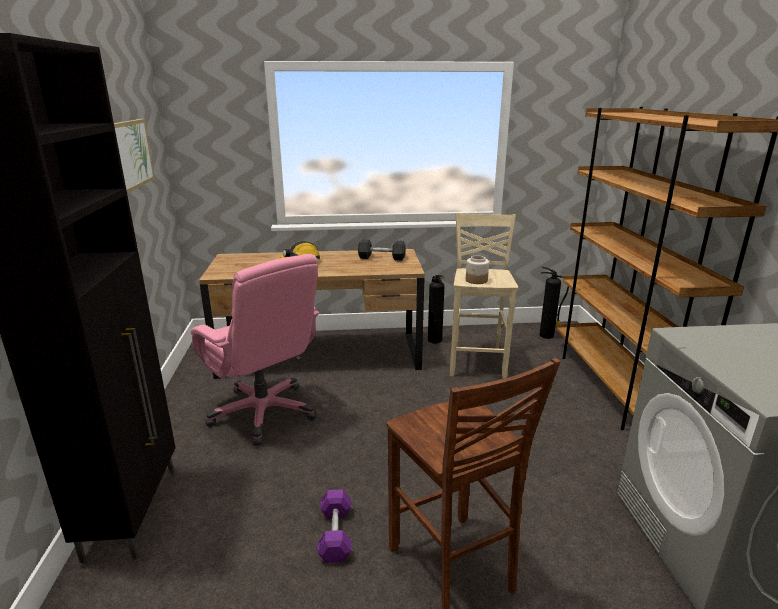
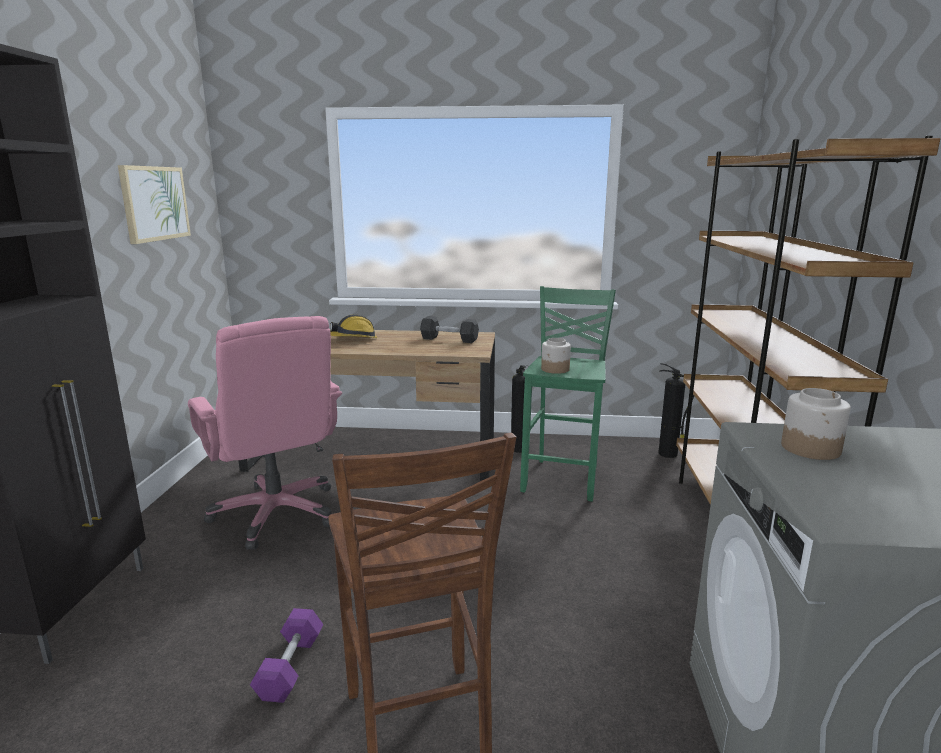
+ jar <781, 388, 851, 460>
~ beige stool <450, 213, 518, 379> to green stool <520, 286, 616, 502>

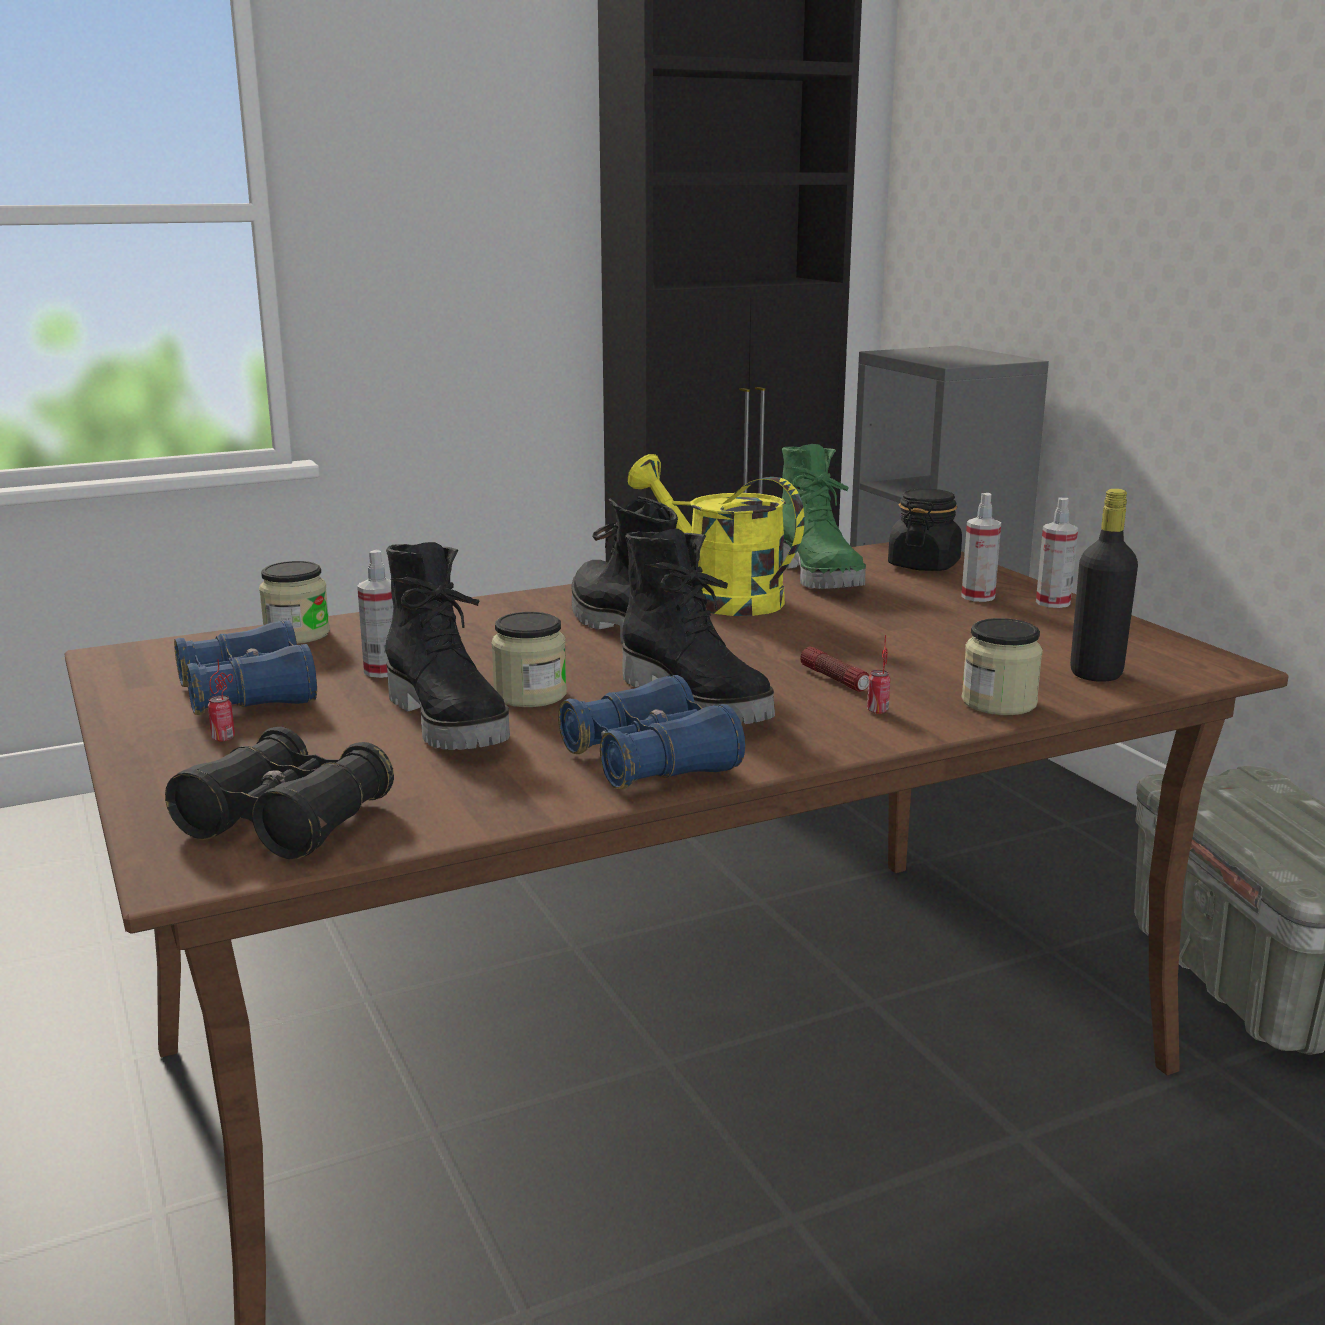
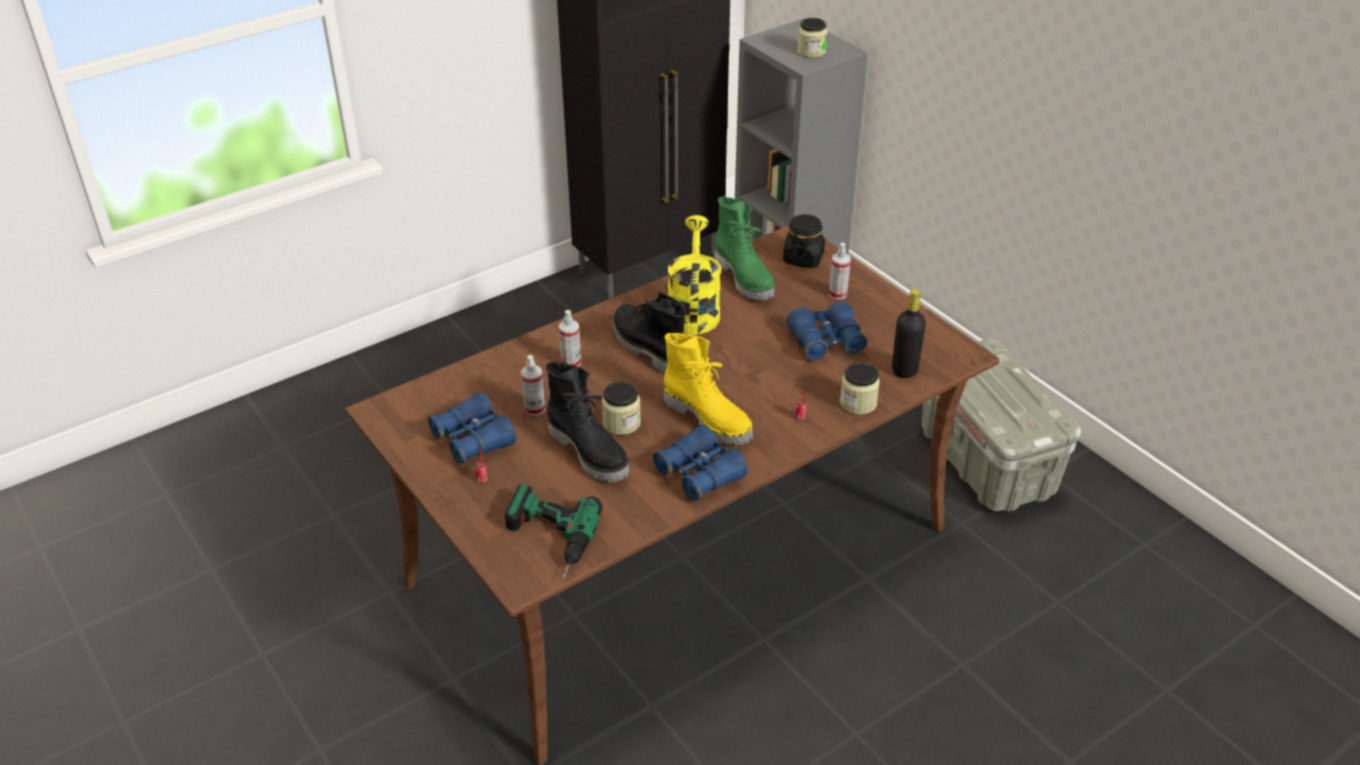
- flashlight <800, 647, 869, 692>
+ blue binoculars <787, 302, 868, 360>
~ jar <259, 561, 330, 644> to <797, 18, 828, 58>
~ spray bottle <1036, 497, 1078, 608> to <559, 310, 581, 367>
~ black binoculars <165, 727, 394, 860> to power drill <505, 484, 602, 579>
~ black boot <622, 529, 775, 724> to yellow boot <664, 333, 753, 445>
~ yellow watering can <628, 454, 804, 616> = <668, 215, 721, 335> 60 degrees clockwise

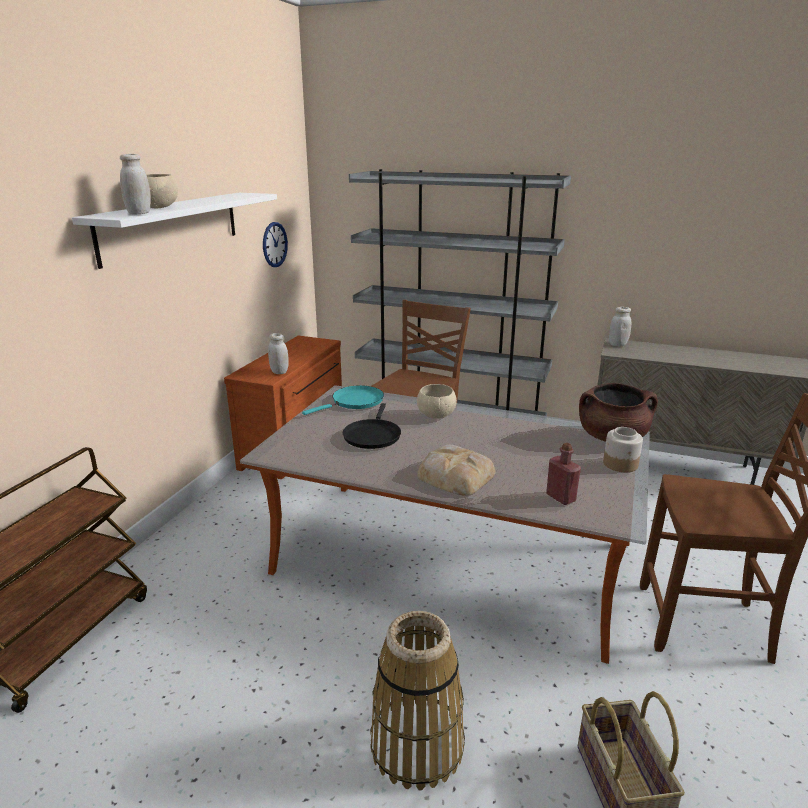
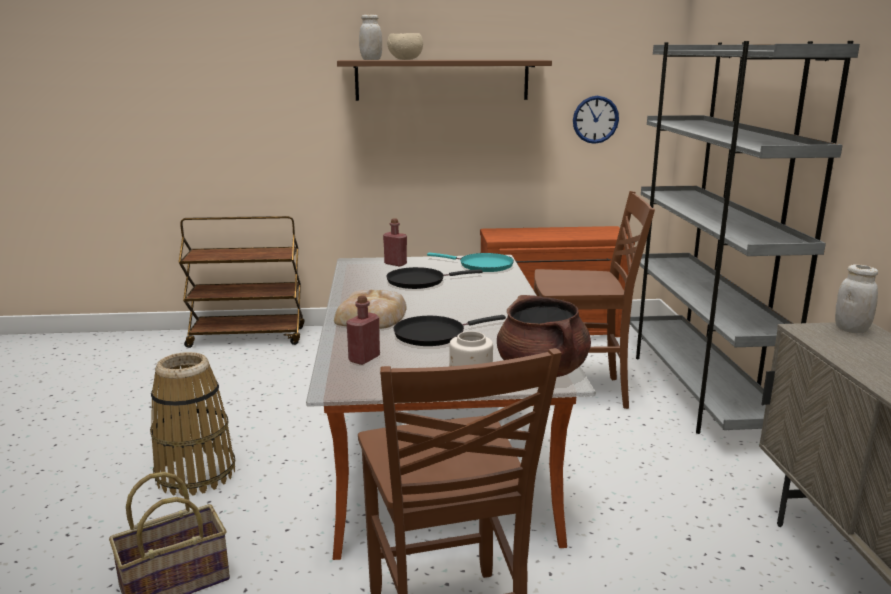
- white jar <268, 333, 289, 374>
- beige bowl <417, 384, 457, 419>
+ red bottle <383, 218, 407, 266>
+ black frying pan <393, 315, 506, 346>
~ white shelf <72, 193, 277, 269> to brown shelf <337, 60, 552, 101>

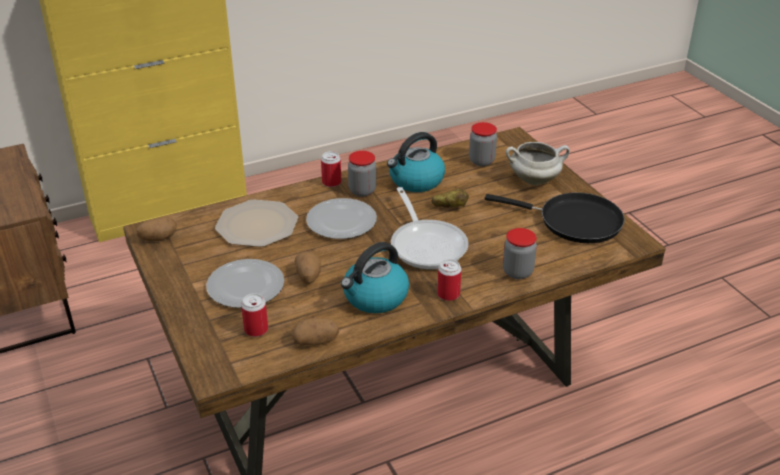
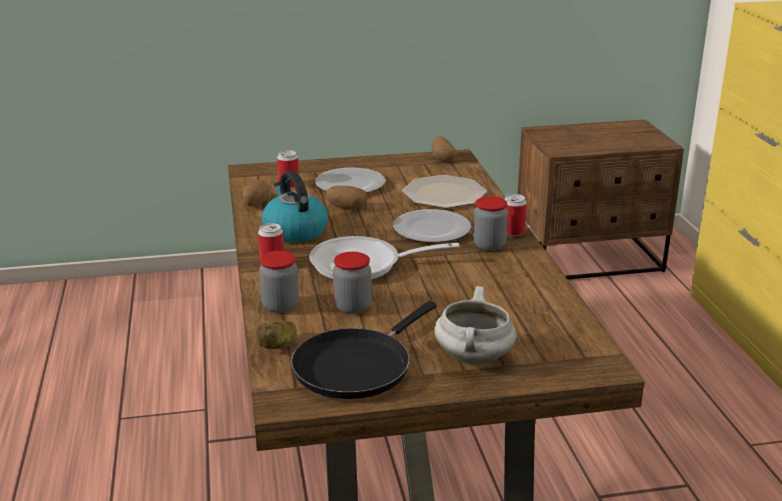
- kettle <387, 132, 445, 192>
~ potato <432, 189, 469, 208> to <256, 321, 297, 349>
~ jar <469, 122, 497, 166> to <333, 252, 371, 314>

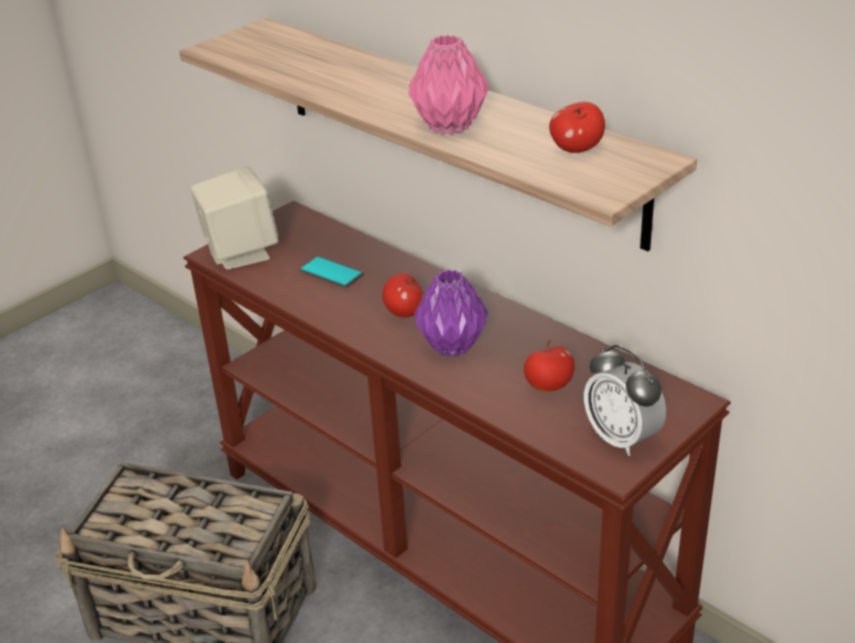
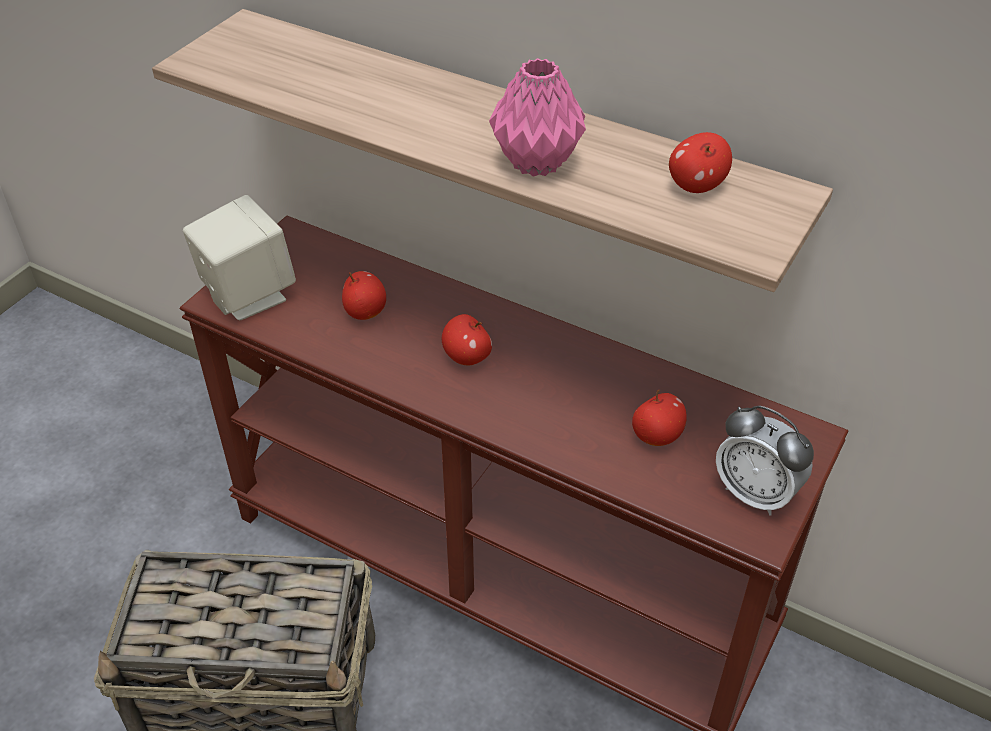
- purple vase <414, 269, 488, 357>
~ phone <300, 256, 364, 288> to apple <342, 271, 386, 320>

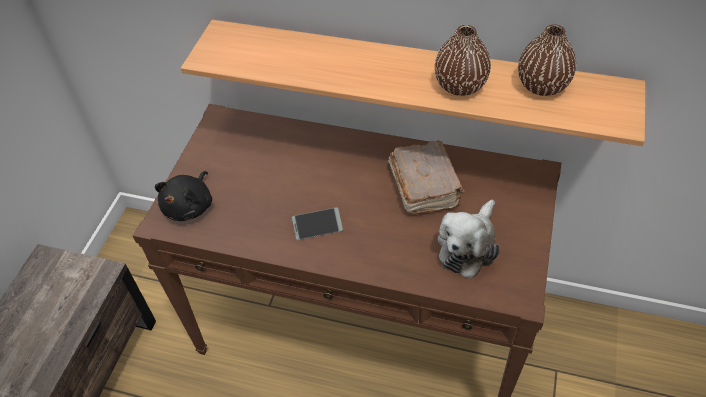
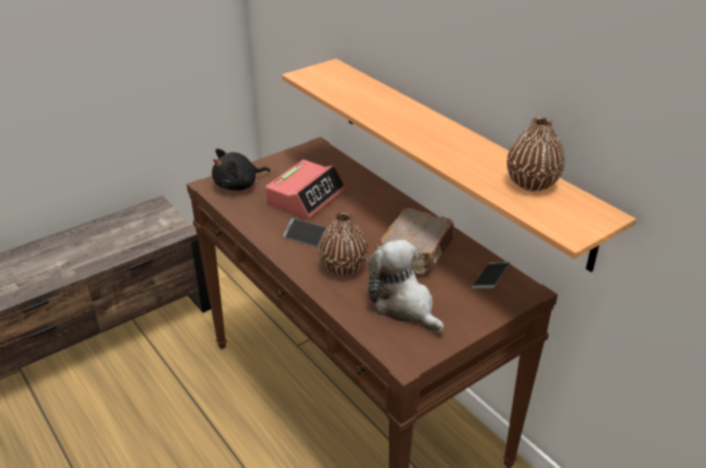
+ alarm clock <266, 160, 346, 219>
+ phone <472, 261, 510, 289>
~ brown vase <435, 25, 491, 96> to <319, 212, 368, 275>
~ plush toy <437, 200, 500, 279> = <367, 240, 444, 333> 75 degrees clockwise

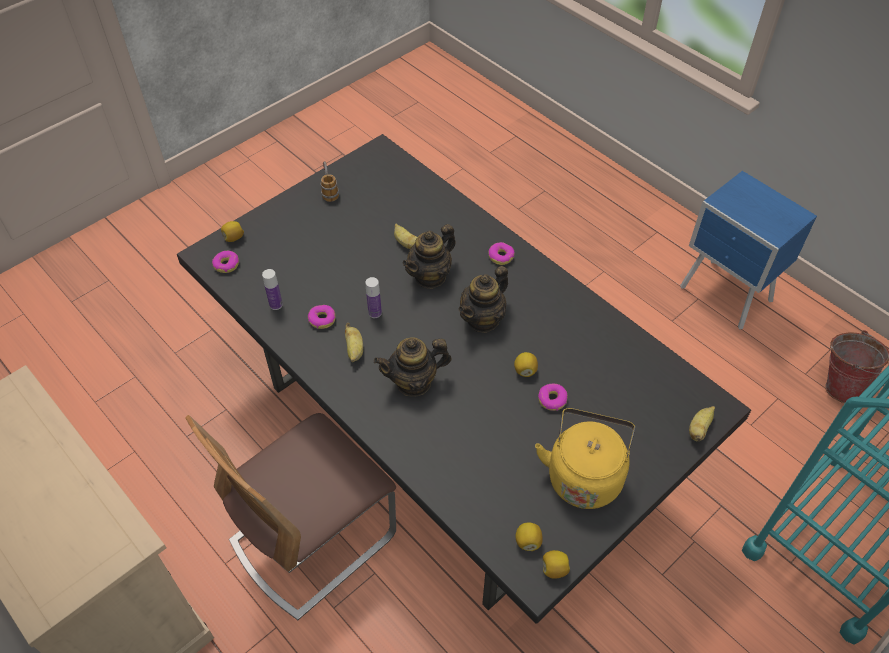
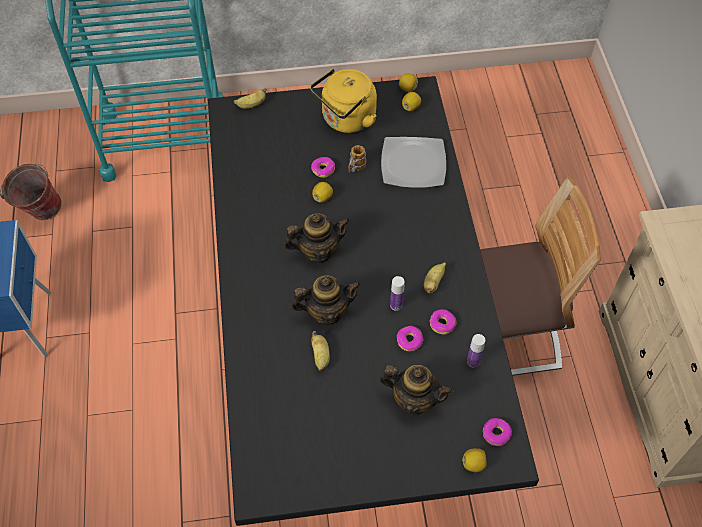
+ plate <381, 137, 446, 188>
~ mug <320, 161, 339, 202> to <348, 145, 366, 174>
~ teapot <374, 338, 452, 397> to <379, 365, 454, 415>
~ donut <488, 242, 514, 265> to <397, 326, 423, 351>

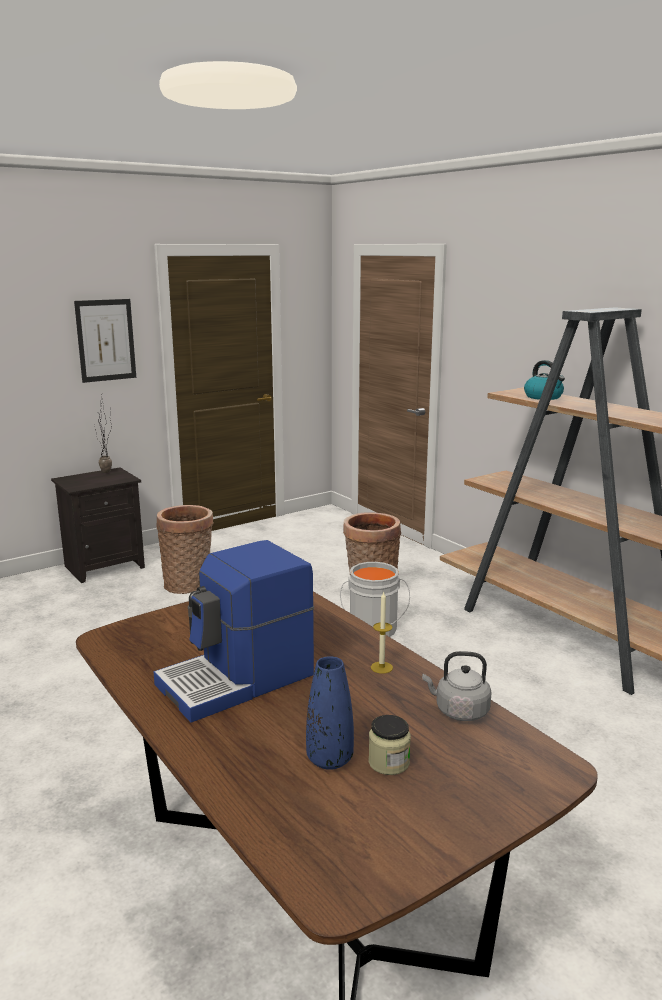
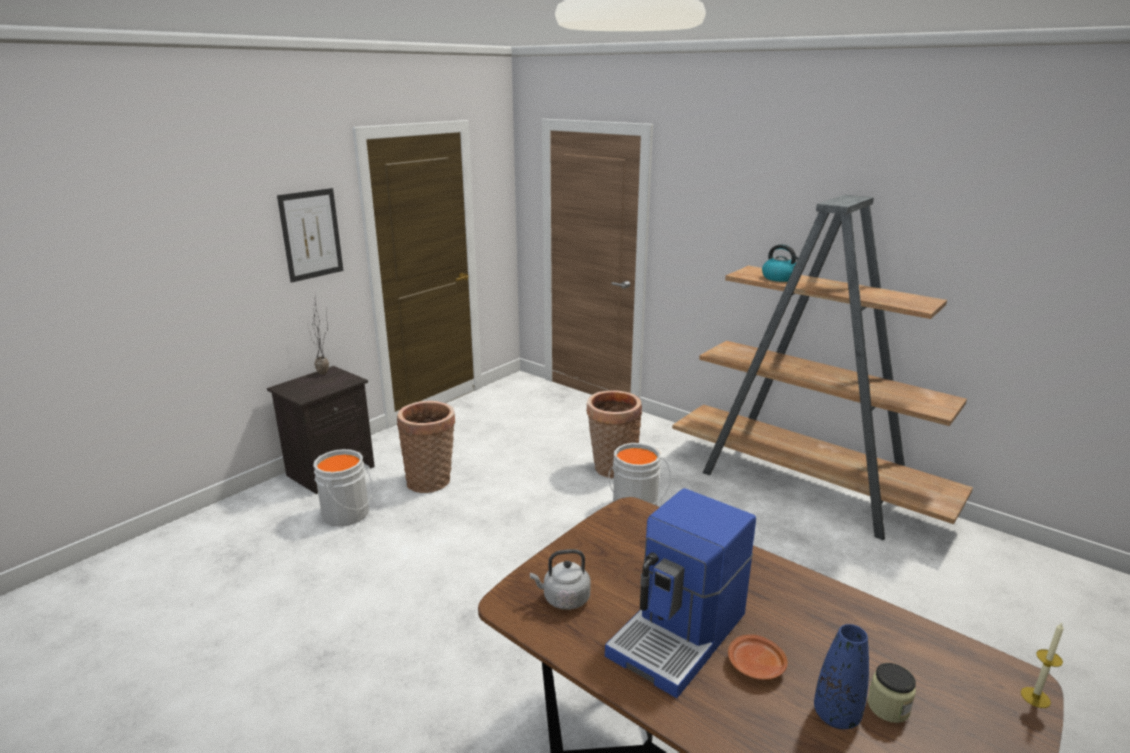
+ grey bucket <313, 449, 373, 526>
+ brown plate <728, 635, 788, 680>
~ candle <371, 591, 393, 674> to <1021, 623, 1064, 708>
~ grey kettle <422, 651, 492, 721> to <530, 549, 591, 610>

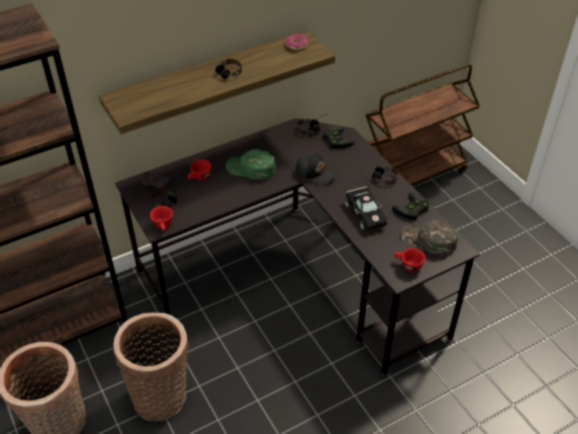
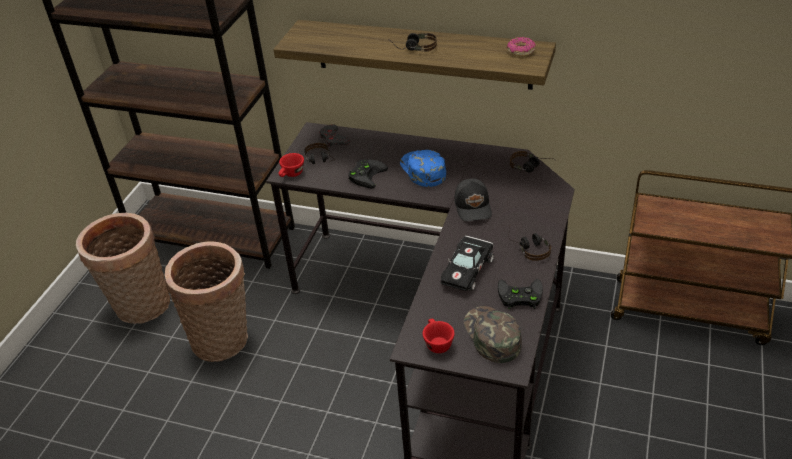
- red cup <188, 159, 212, 180>
~ black game controller <323, 125, 355, 148> to <348, 159, 388, 188>
~ green cap <226, 149, 276, 180> to blue cap <400, 150, 446, 187>

